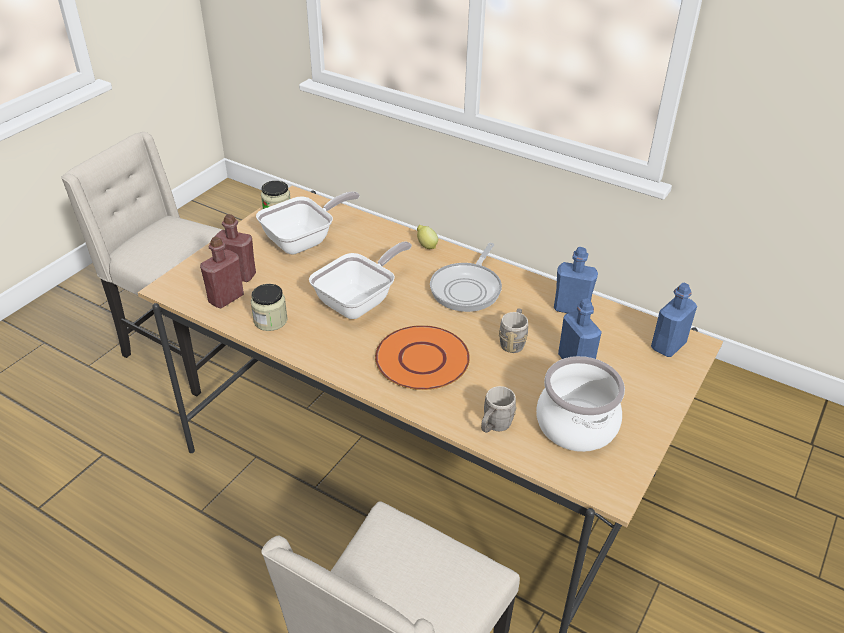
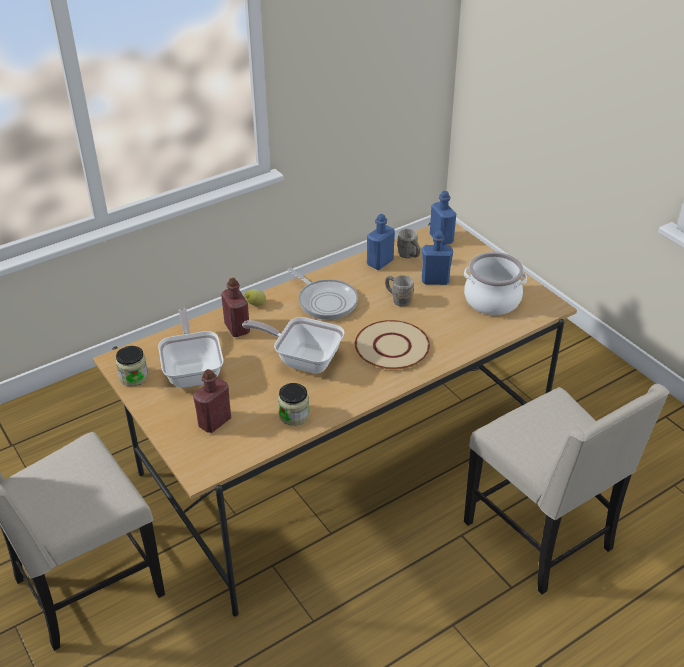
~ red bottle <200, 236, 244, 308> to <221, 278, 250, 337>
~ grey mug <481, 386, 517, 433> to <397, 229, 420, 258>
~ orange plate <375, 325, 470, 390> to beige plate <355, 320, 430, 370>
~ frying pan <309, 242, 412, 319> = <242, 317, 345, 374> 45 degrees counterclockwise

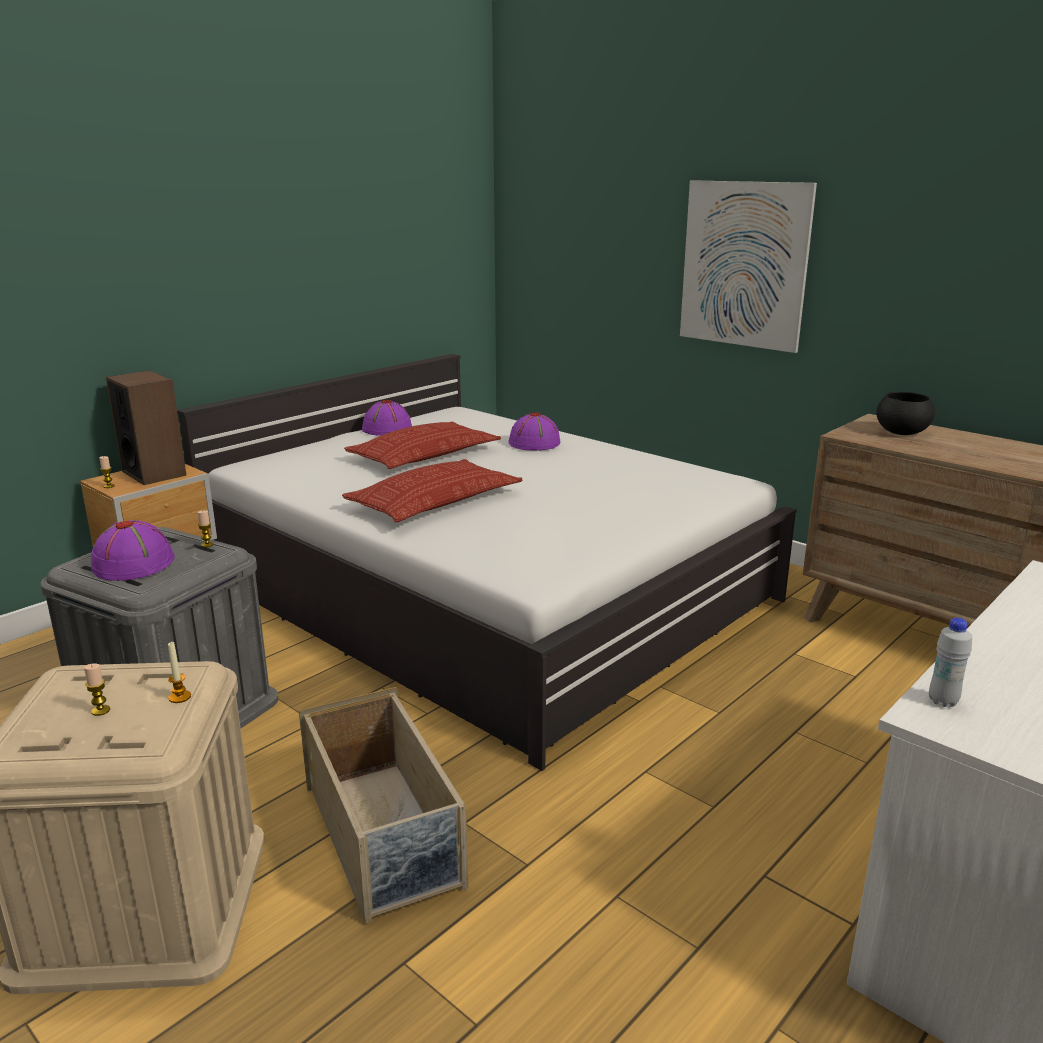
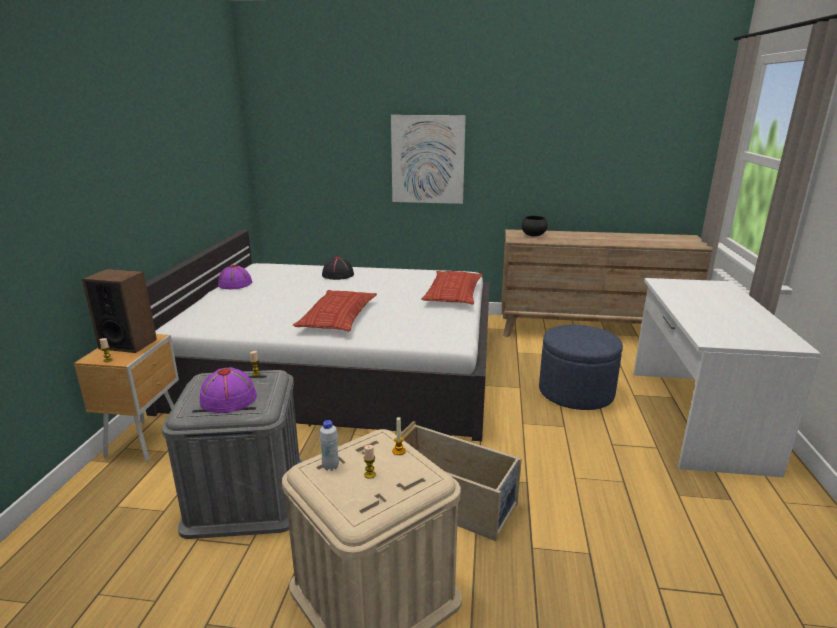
+ blue ottoman <539, 325, 623, 410>
~ pillow <344, 422, 501, 469> to <421, 271, 483, 304>
~ white bottle <929, 618, 972, 707> to <319, 420, 339, 471>
~ purple hat <508, 412, 560, 451> to black hat <322, 257, 354, 280>

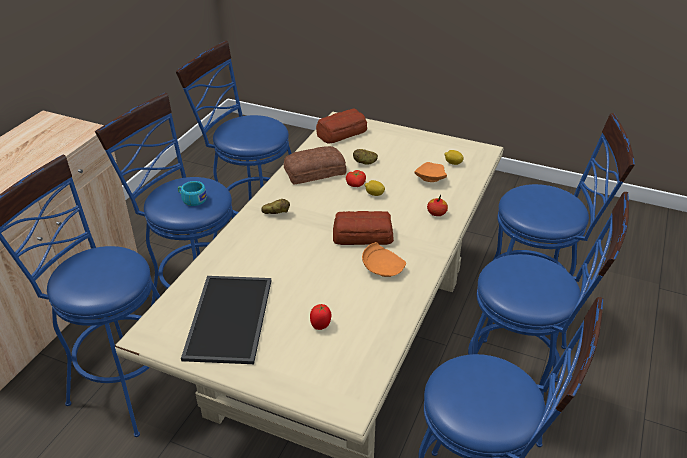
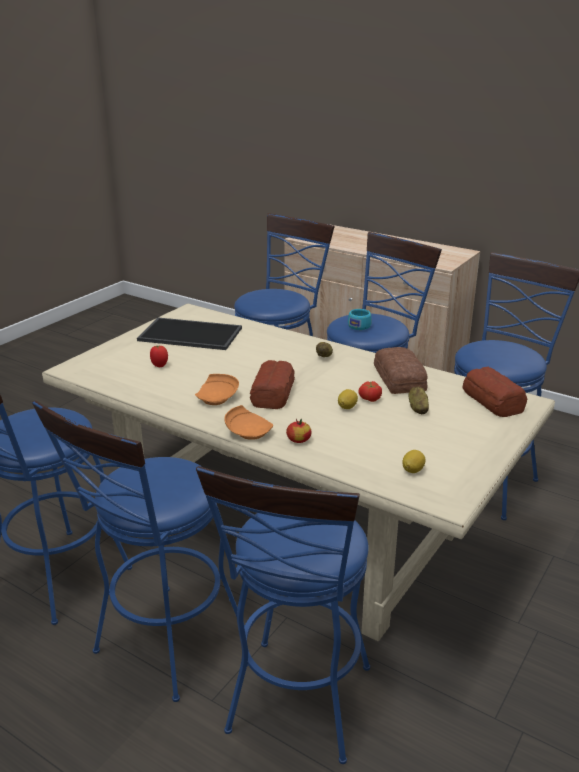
~ orange plate <414, 162, 447, 182> to <224, 405, 273, 440>

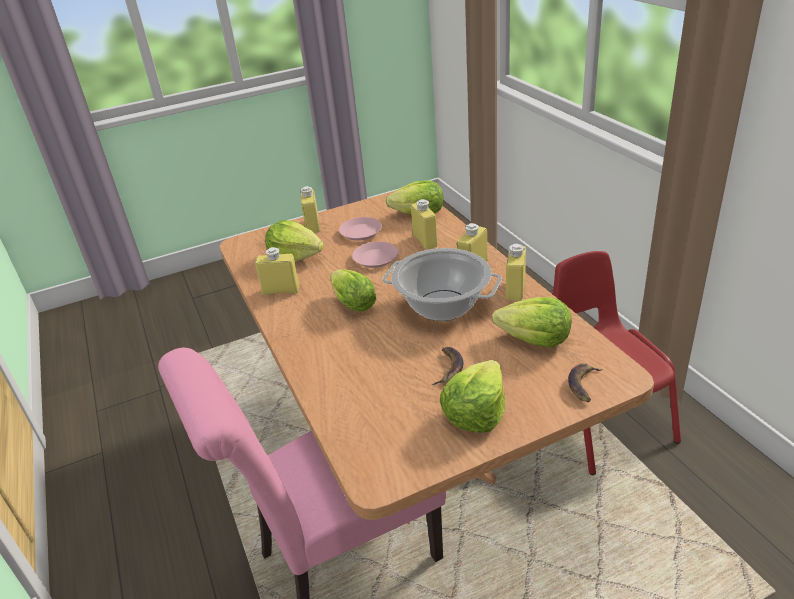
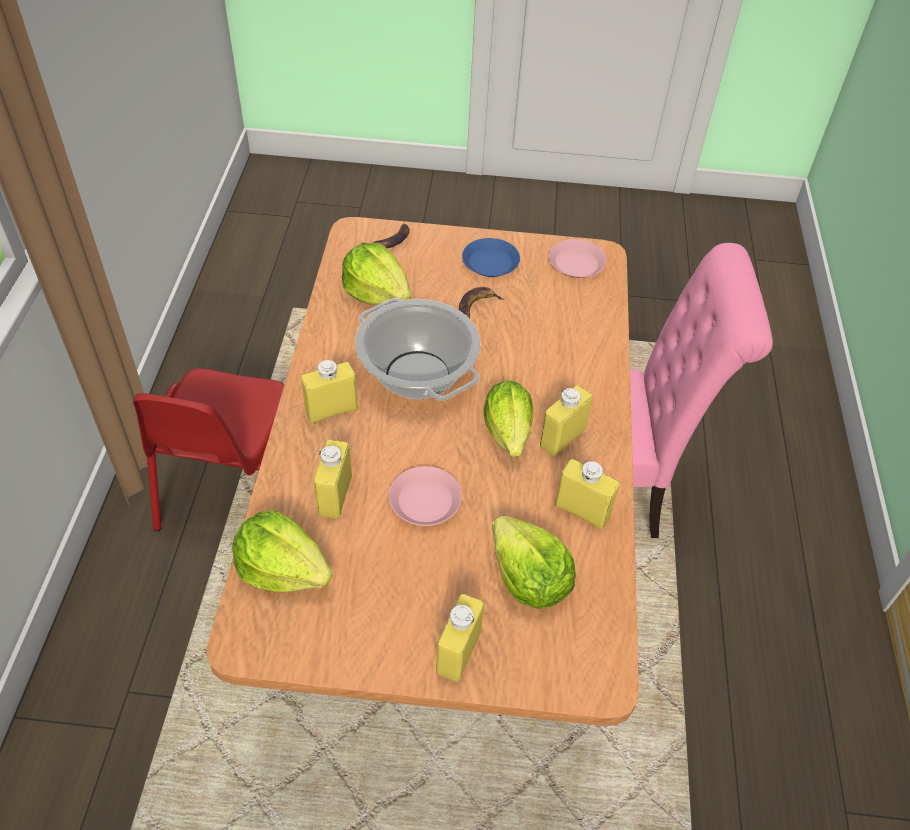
~ pink plate <339, 217, 382, 241> to <549, 239, 607, 278>
~ yellow bottle <506, 244, 526, 301> to <540, 385, 593, 457>
~ lettuce <440, 360, 505, 433> to blue plate <462, 238, 520, 277>

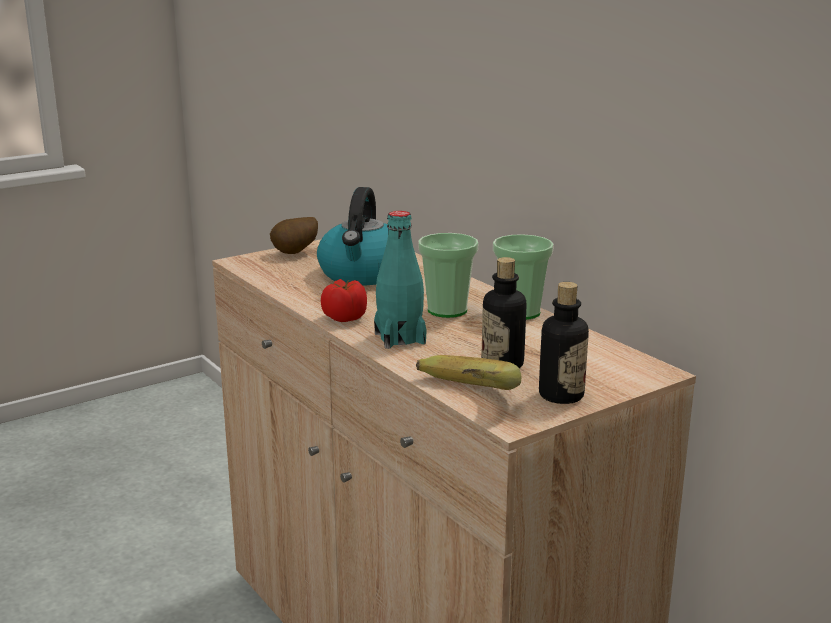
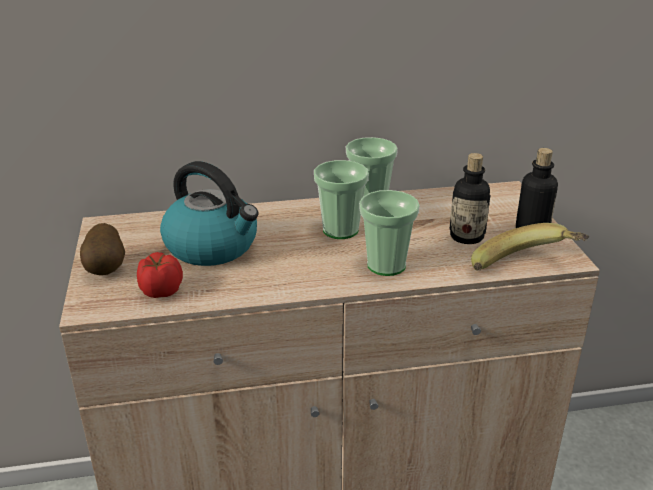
~ tomato <321, 279, 367, 322> to <137, 252, 183, 298>
~ turquoise bottle <374, 211, 427, 349> to cup <359, 190, 420, 276>

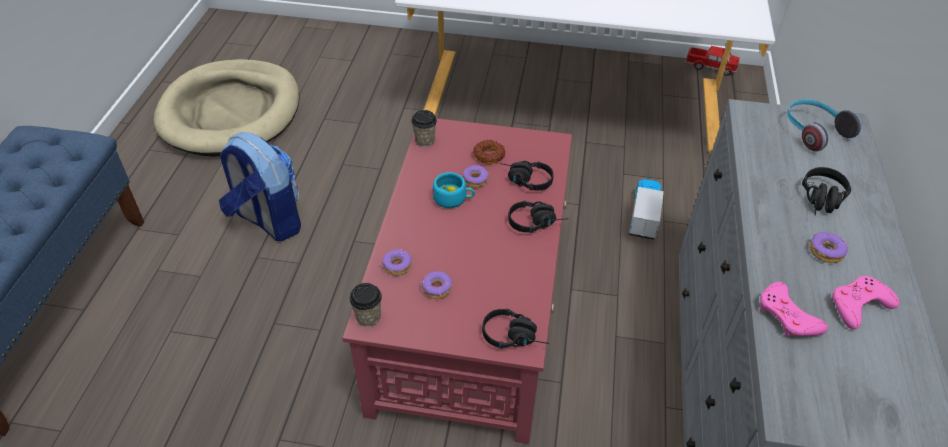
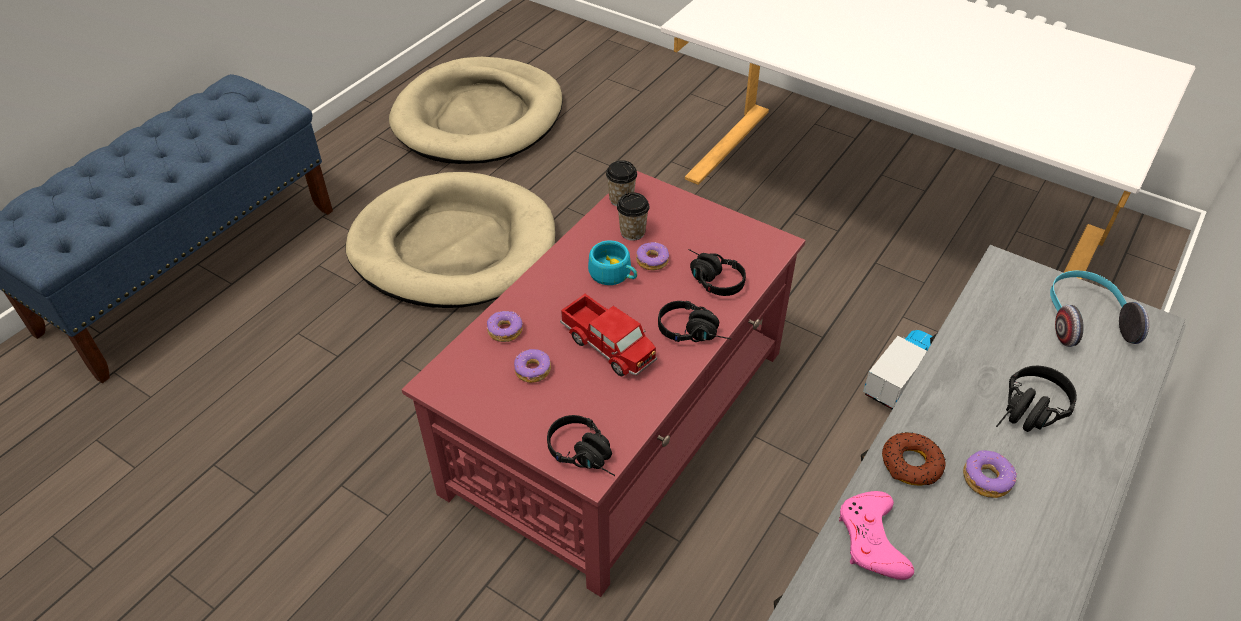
- pink game controller <832, 276, 900, 329>
~ cup <349, 283, 382, 327> to <617, 193, 650, 240>
~ donut <473, 140, 505, 164> to <882, 432, 945, 486>
~ toy truck <685, 46, 740, 76> to <560, 294, 657, 376>
~ backpack <219, 132, 301, 241> to beige dog bed <345, 172, 555, 308>

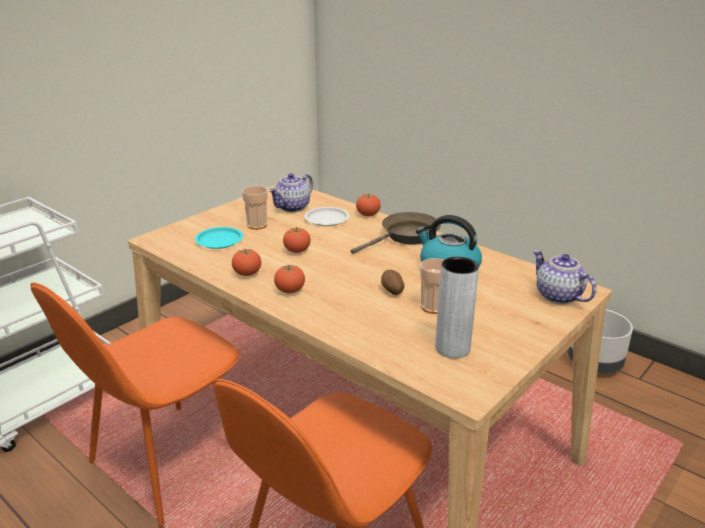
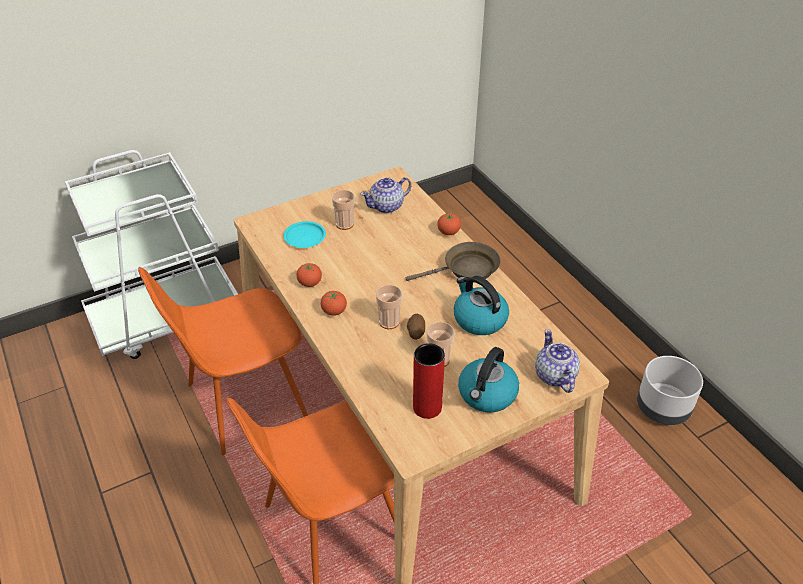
- tomato <283, 227, 311, 253>
- white plate <305, 207, 349, 226>
+ cup <376, 285, 402, 329>
+ kettle <458, 347, 519, 413>
~ grey vase <435, 257, 479, 359> to red vase <413, 343, 445, 419>

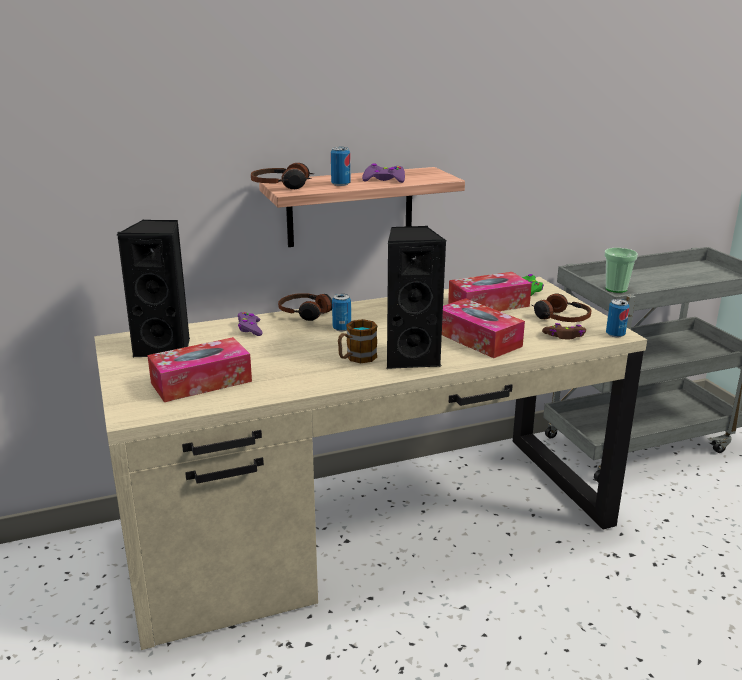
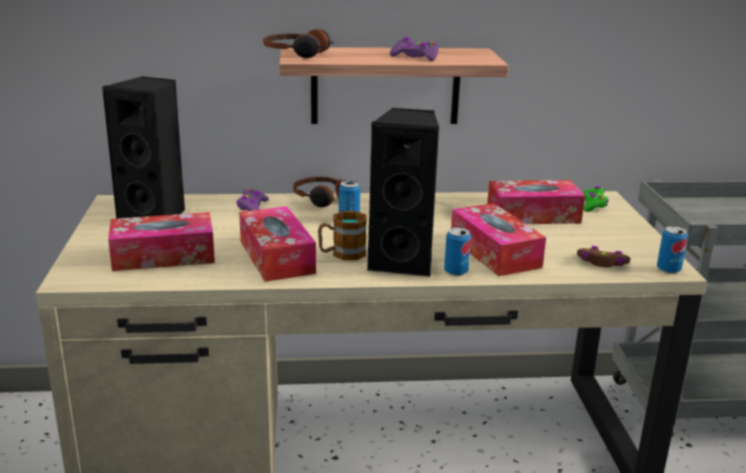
- headphones <532, 294, 592, 322>
- cup <605, 248, 638, 293>
+ tissue box <239, 206, 316, 282>
~ can <331, 147, 350, 186> to <444, 227, 471, 276>

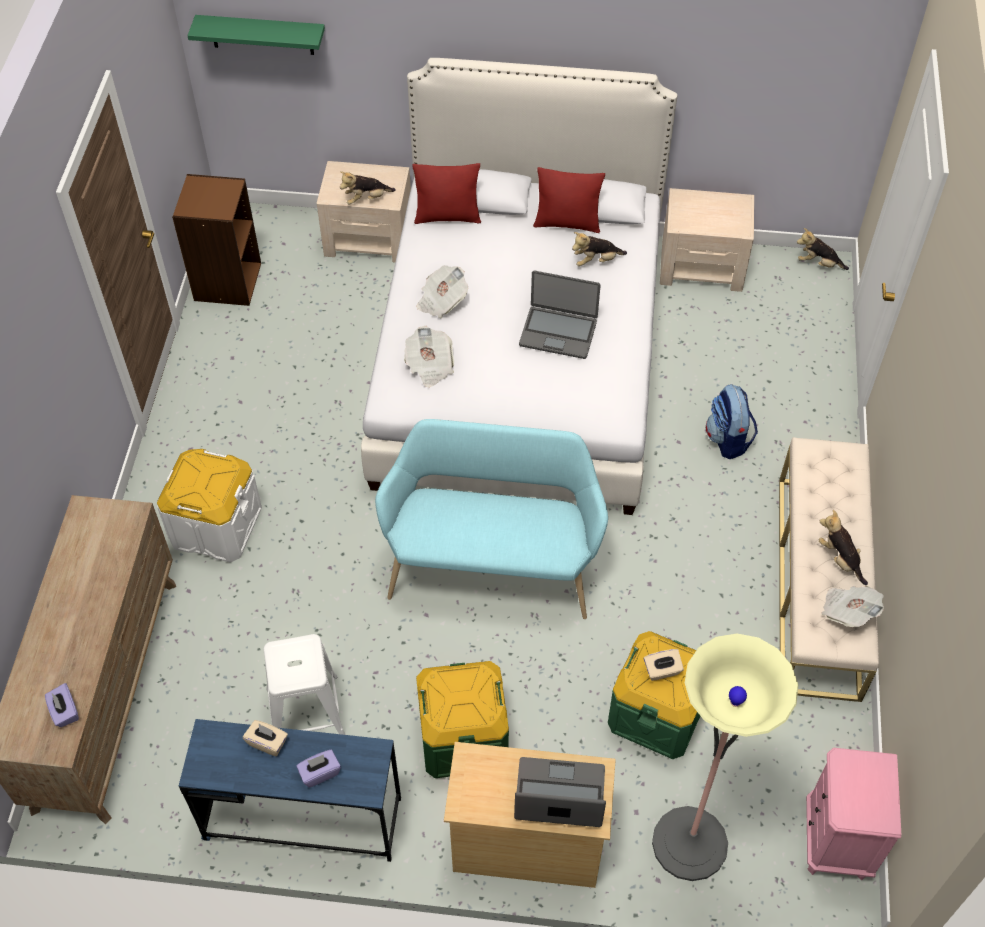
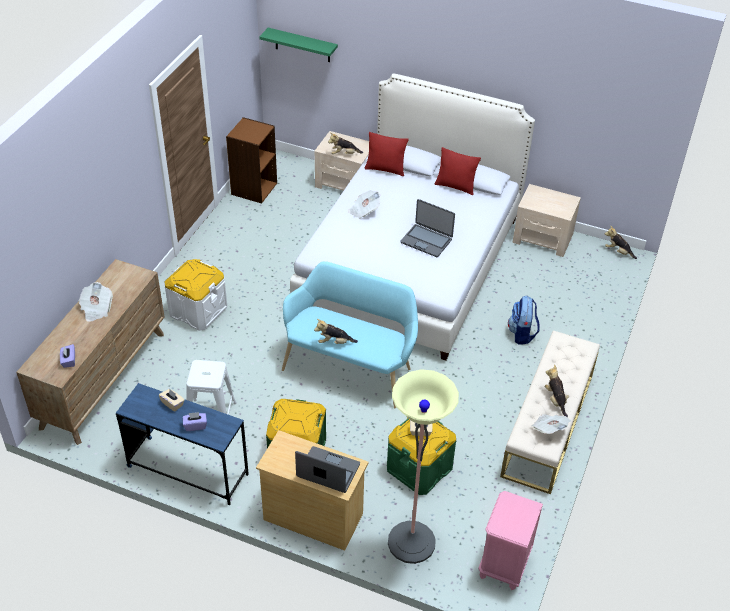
~ newspaper <404, 326, 454, 388> to <78, 282, 113, 322>
~ plush toy <572, 232, 627, 266> to <314, 319, 358, 344>

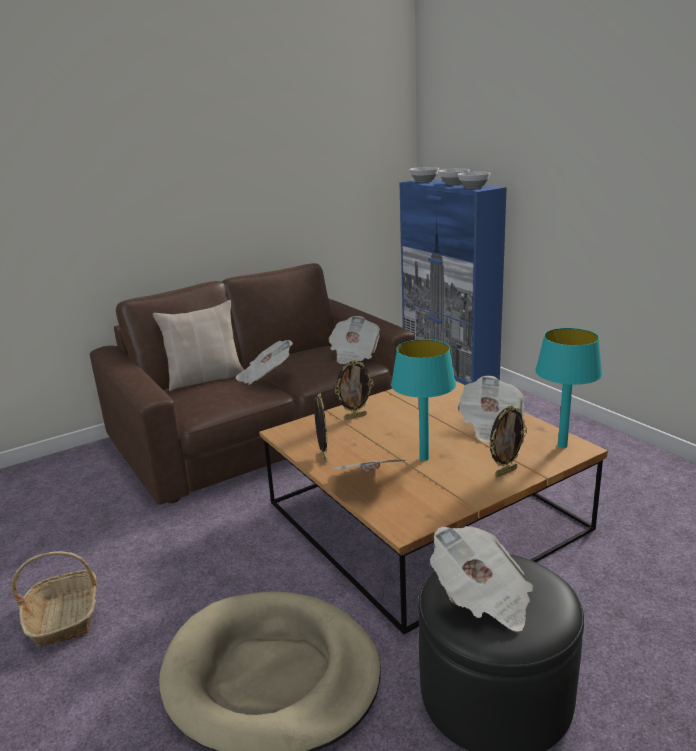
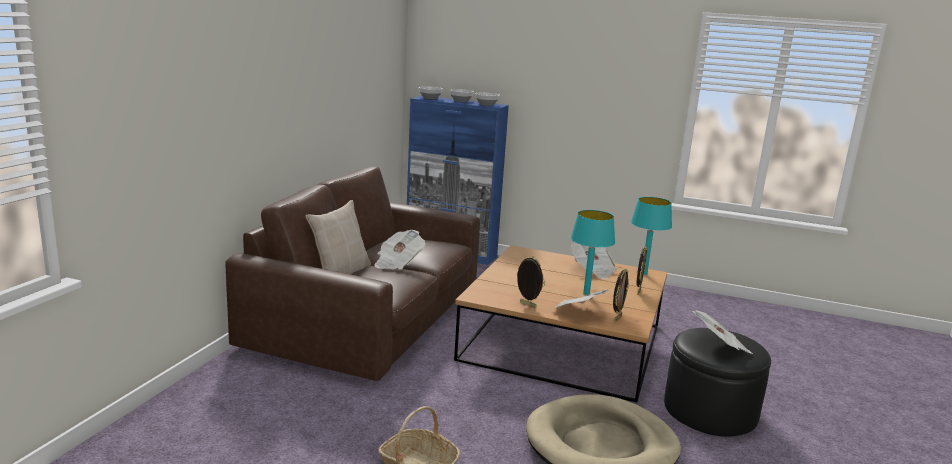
- newspaper <329, 316, 380, 364>
~ picture frame <335, 360, 374, 420> to <613, 269, 629, 322>

